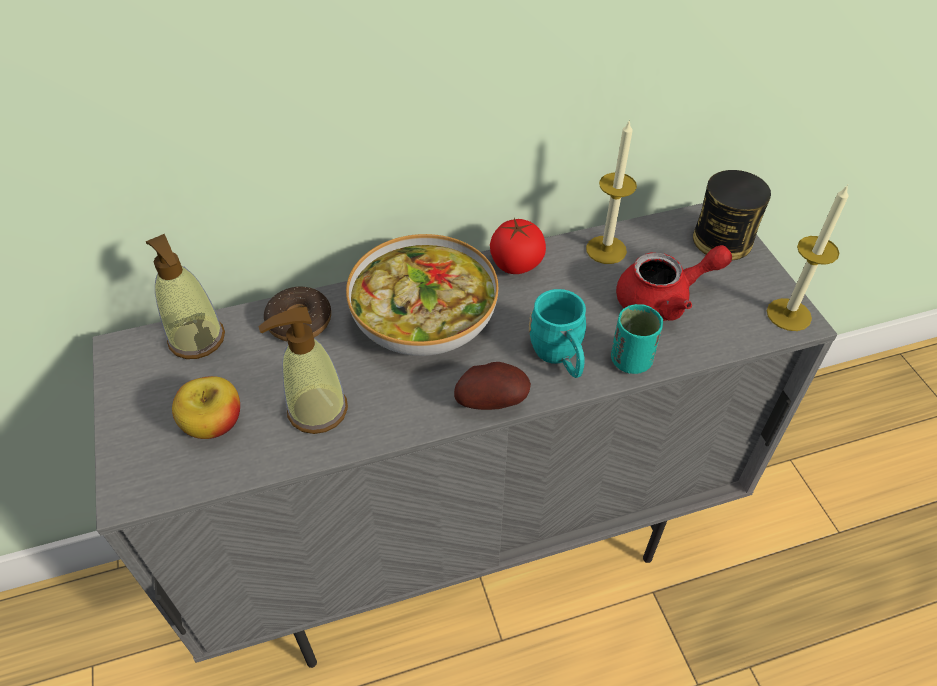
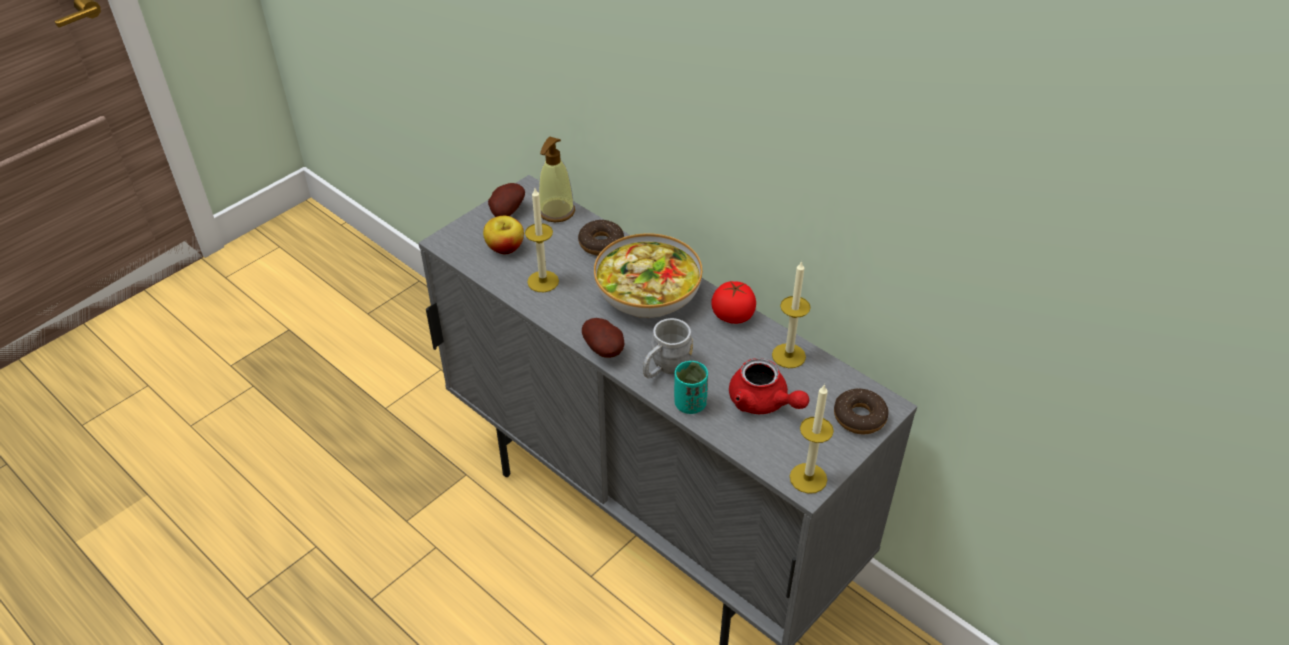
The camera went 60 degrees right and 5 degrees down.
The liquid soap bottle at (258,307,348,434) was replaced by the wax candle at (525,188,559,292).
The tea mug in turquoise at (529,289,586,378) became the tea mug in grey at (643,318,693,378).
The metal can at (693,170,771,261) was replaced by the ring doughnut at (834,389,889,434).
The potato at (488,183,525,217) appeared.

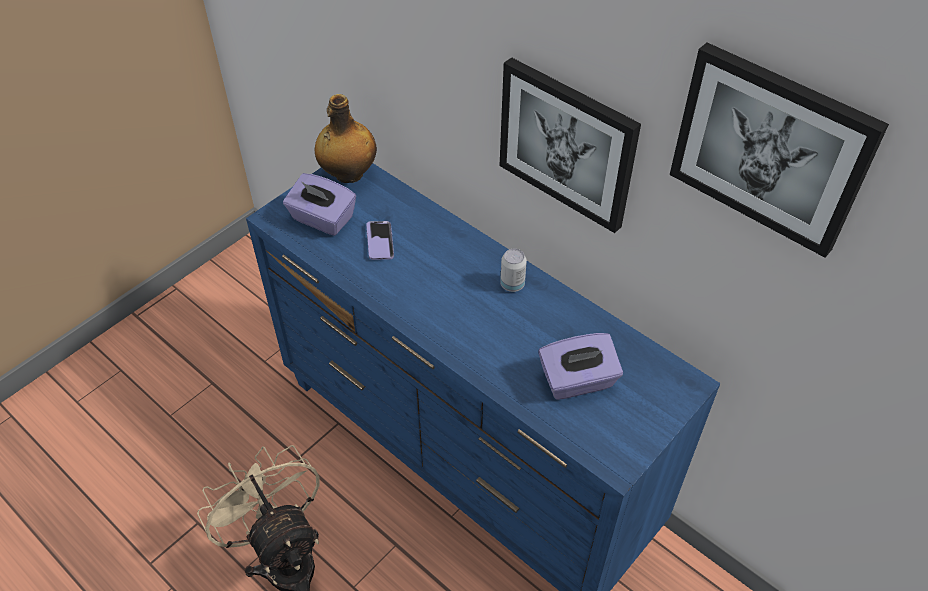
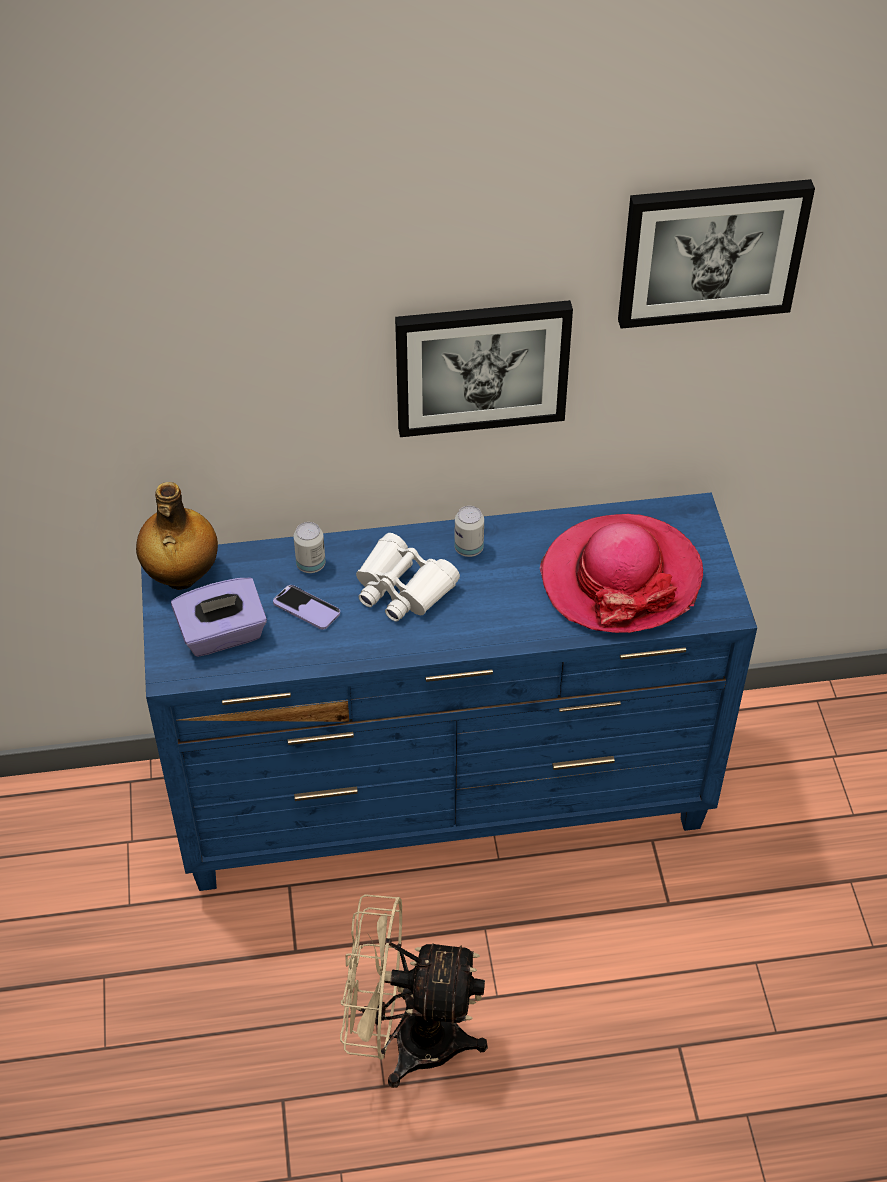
The camera went 50 degrees left and 0 degrees up.
The tissue holder in purplish at (538,333,623,400) was replaced by the hat at (540,514,703,633).
The metal can at (293,522,326,573) appeared.
The binoculars in white at (356,533,460,622) appeared.

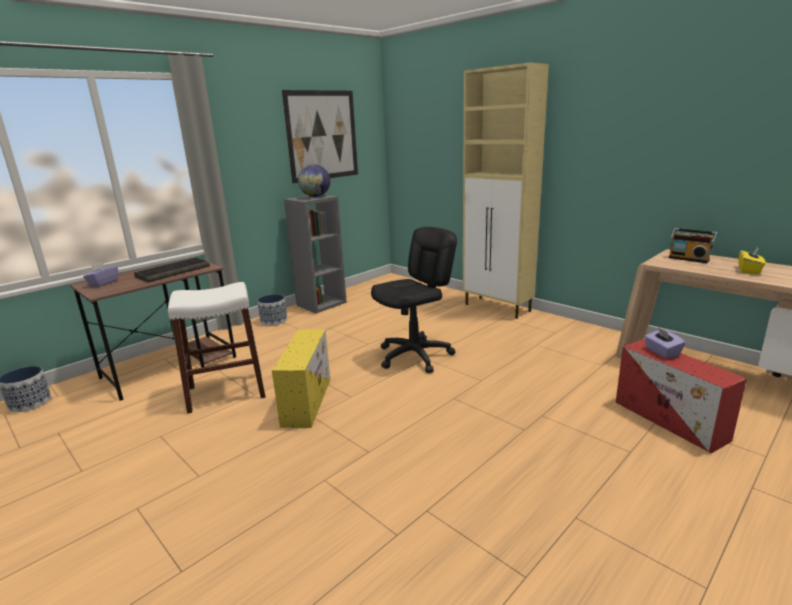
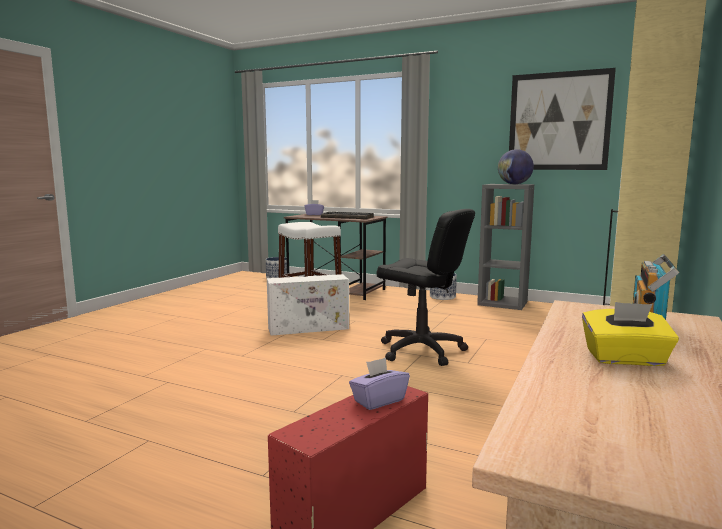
The camera went 70 degrees right and 10 degrees down.
The storage container in yellow-coloured at (272,329,330,428) became the storage container in white at (267,274,349,335).

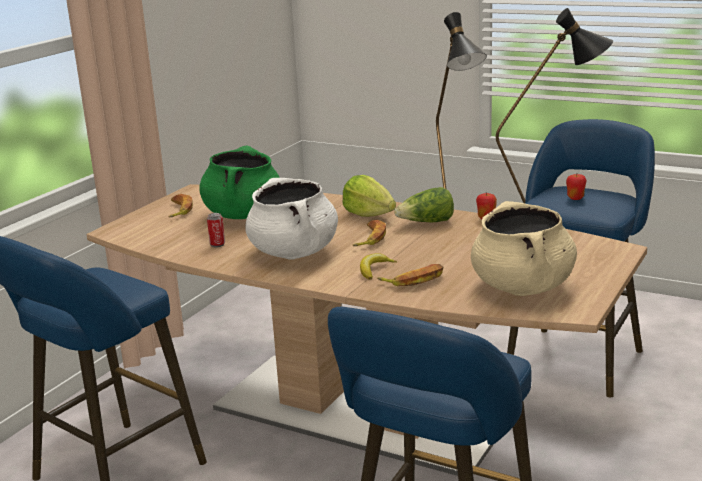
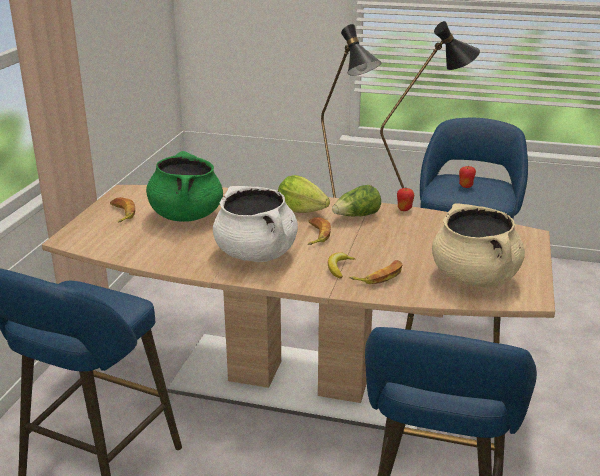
The camera went 15 degrees left and 5 degrees up.
The metal can at (207,213,225,247) disappeared.

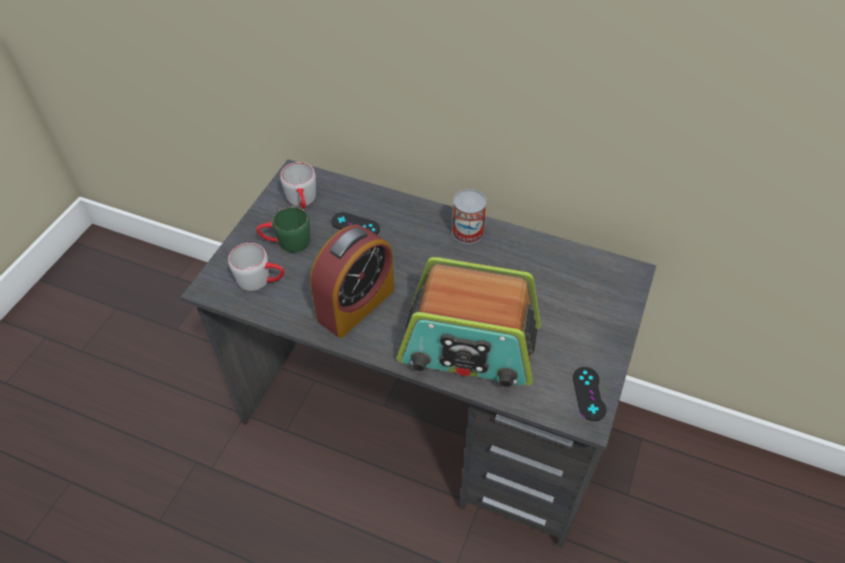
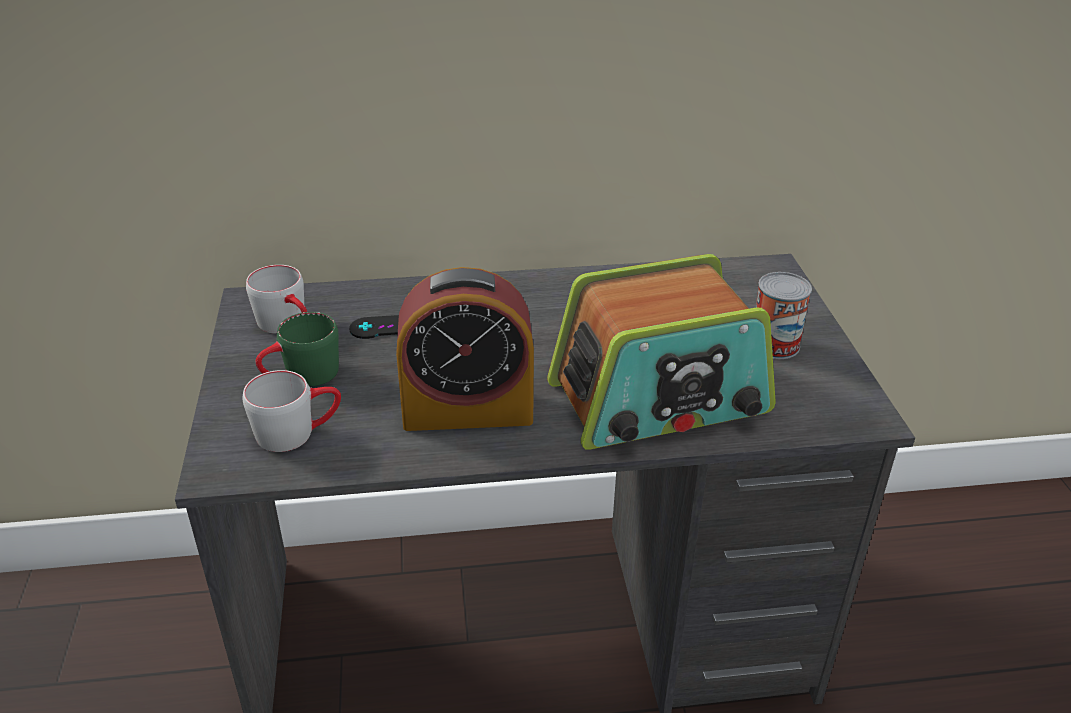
The camera went 30 degrees left and 15 degrees down.
The alarm clock at (310,225,394,338) turned 75 degrees clockwise.
The metal can moved from (452,189,487,244) to (755,272,812,359).
The game controller in blackish at (573,367,606,421) disappeared.

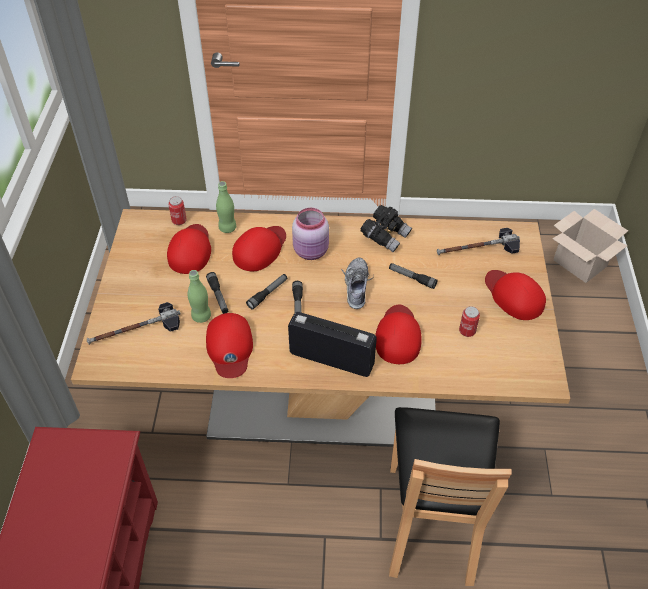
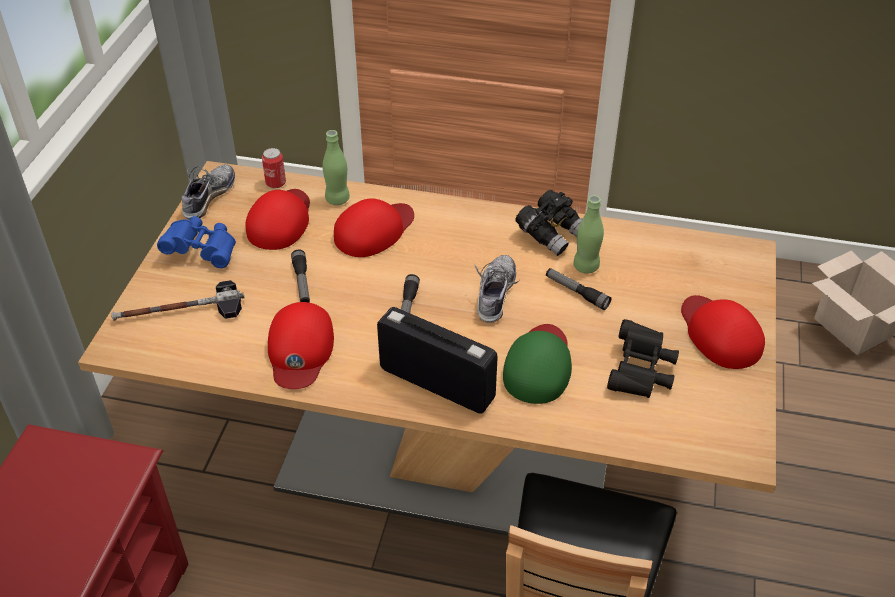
The camera went 10 degrees right and 5 degrees down.
The beverage bottle in green moved from (188,270,211,323) to (573,196,604,274).
The hand torch at (246,274,288,309) disappeared.
The preserve jar in pink at (292,208,329,260) disappeared.
The cap in red at (375,305,422,364) became the cap in green at (503,324,572,404).
The hand hammer at (437,228,520,255) disappeared.
The metal can at (459,306,480,337) was replaced by the binoculars in blackish at (607,319,679,398).
The binoculars in blue at (157,216,236,268) appeared.
The item of footwear at (182,164,235,220) appeared.

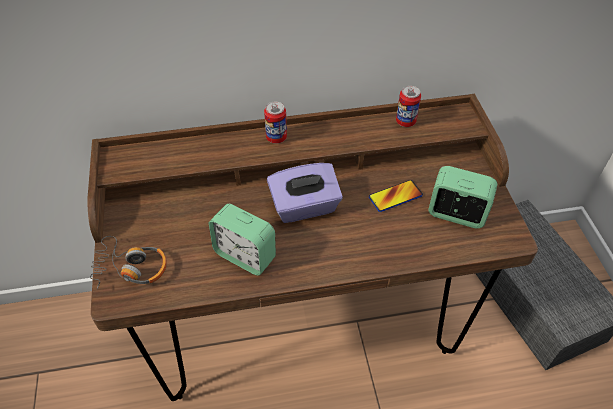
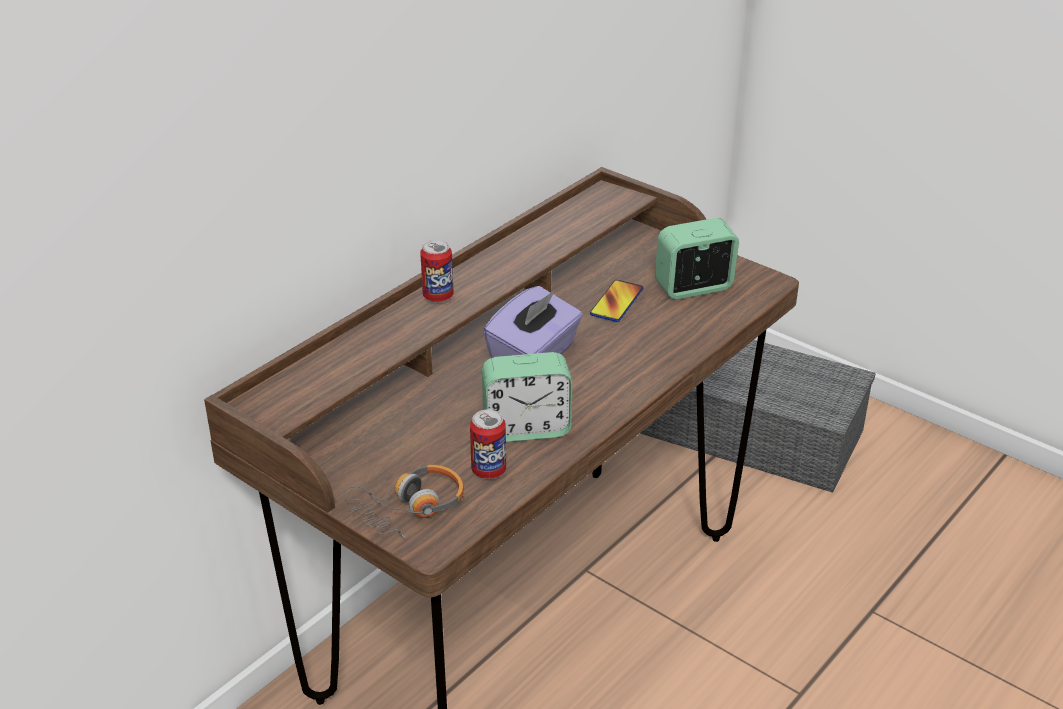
The camera went 40 degrees left and 15 degrees down.
The metal can moved from (396,86,421,127) to (470,409,506,479).

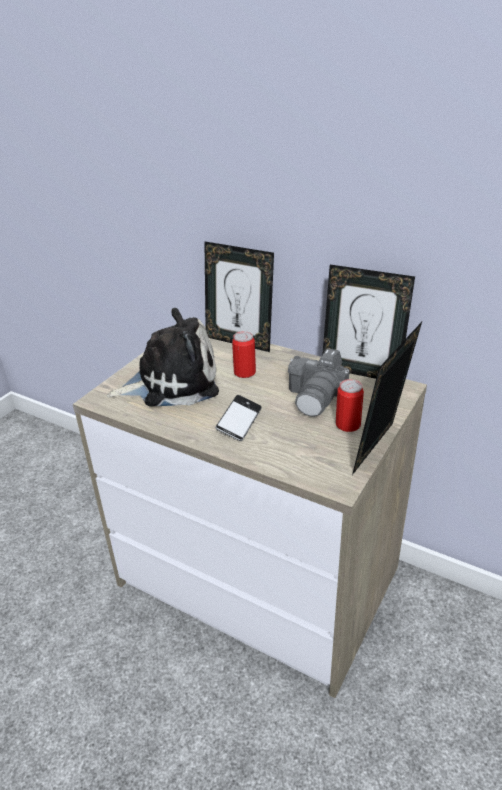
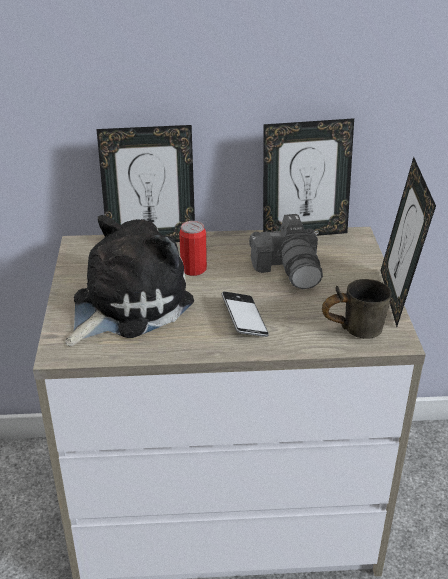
The camera went 35 degrees left and 0 degrees up.
The metal can at (336,379,364,432) disappeared.
The tea mug in grey at (322,279,392,339) appeared.

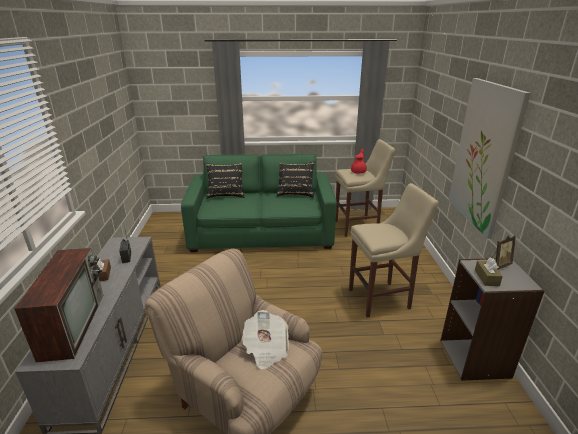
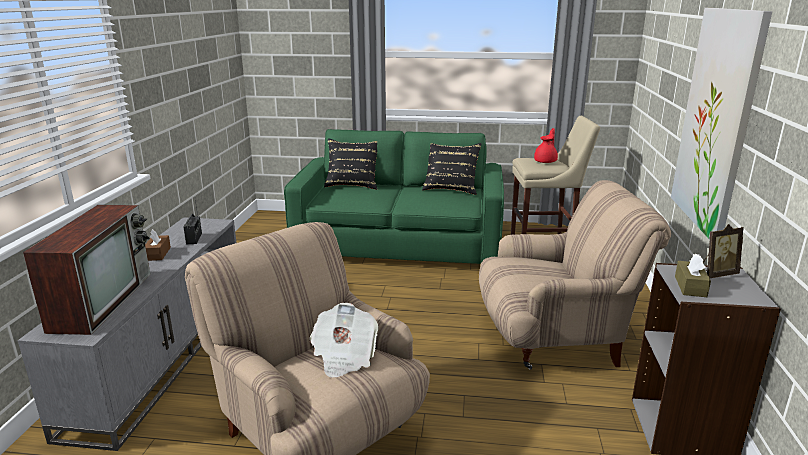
The camera went 10 degrees right and 5 degrees down.
The sitting stool in beige at (349,183,439,318) was replaced by the armchair in beige at (479,180,671,370).

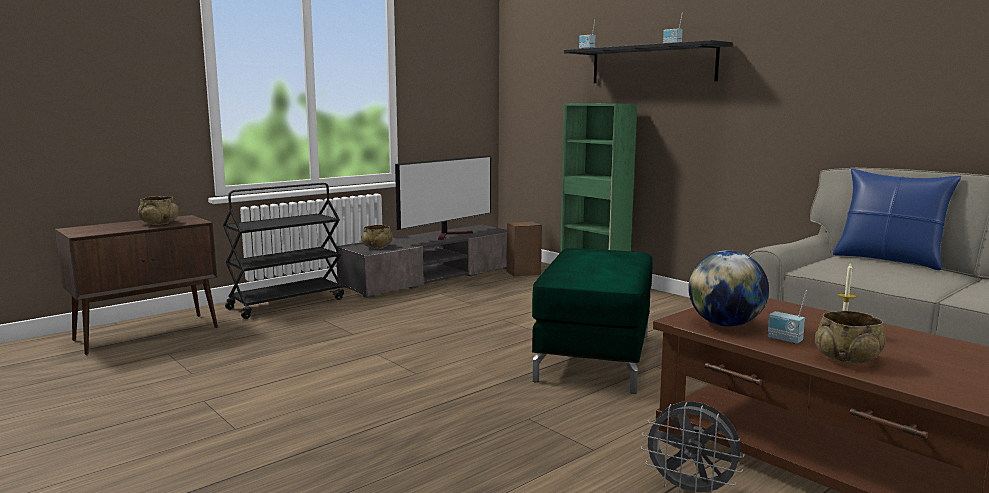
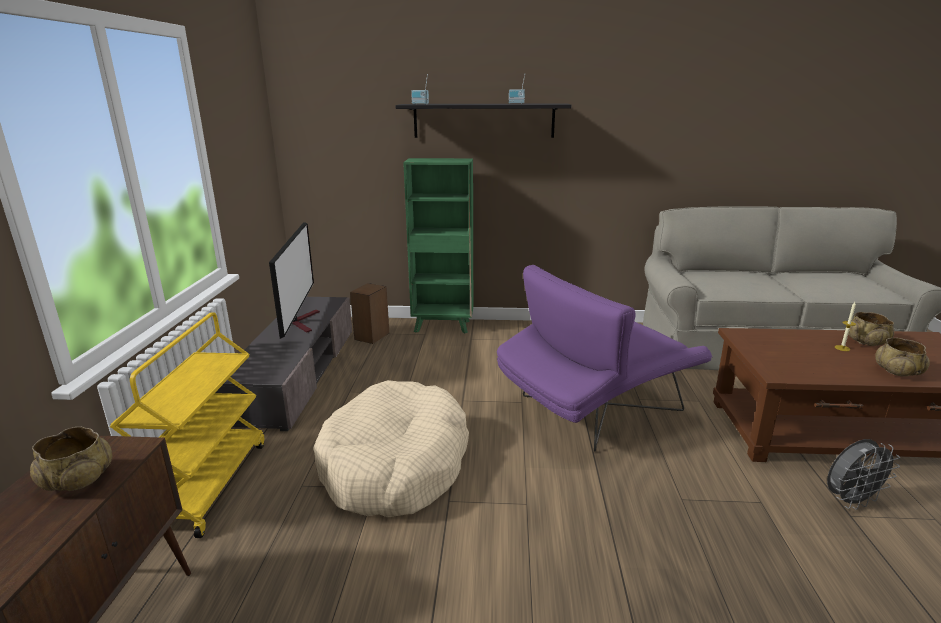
The camera went 45 degrees left and 10 degrees up.
The wheeled cart in blackish at (223,183,344,319) became the wheeled cart in yellow-coloured at (110,313,264,538).
The deep dish in beige moved from (361,225,393,249) to (848,312,894,346).
The ottoman in green at (532,248,653,394) was replaced by the armchair in purplish at (497,265,712,451).
The globe at (689,250,769,327) disappeared.
The radio set at (768,290,807,344) disappeared.
The cushion in blue at (833,169,961,270) disappeared.
The dog bed in beige at (313,380,469,517) appeared.

